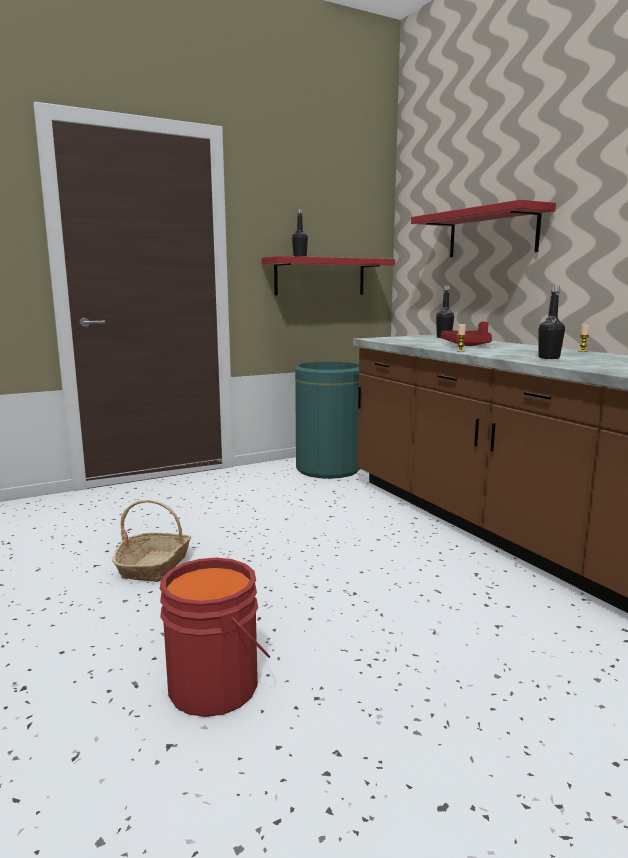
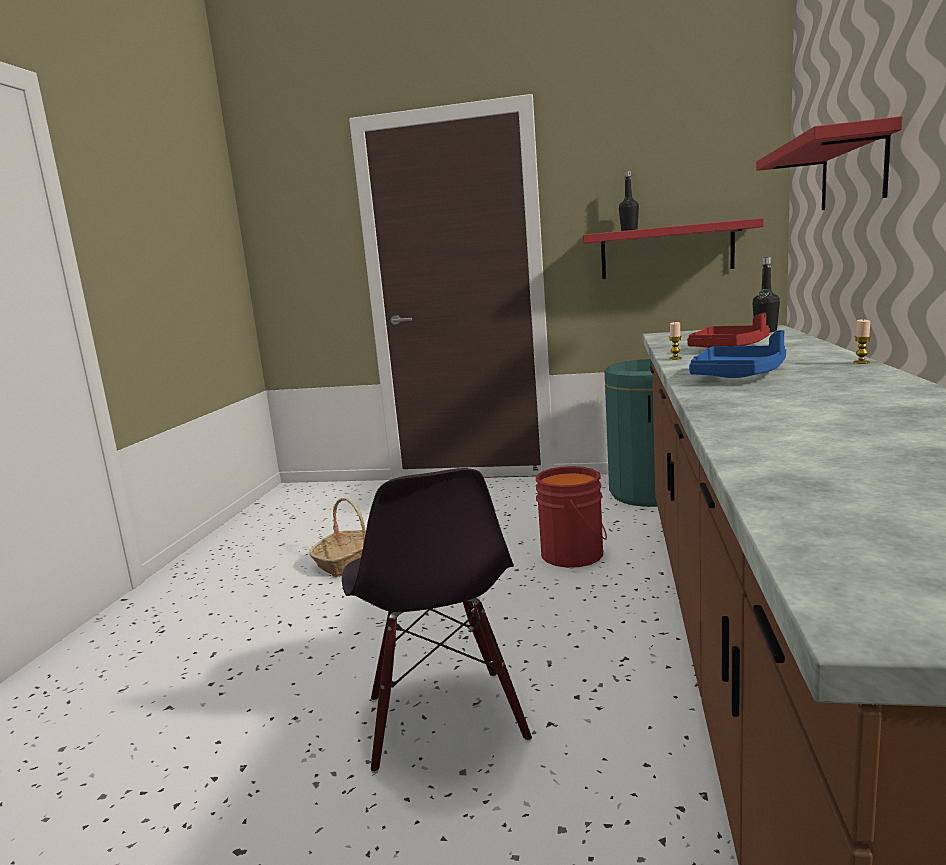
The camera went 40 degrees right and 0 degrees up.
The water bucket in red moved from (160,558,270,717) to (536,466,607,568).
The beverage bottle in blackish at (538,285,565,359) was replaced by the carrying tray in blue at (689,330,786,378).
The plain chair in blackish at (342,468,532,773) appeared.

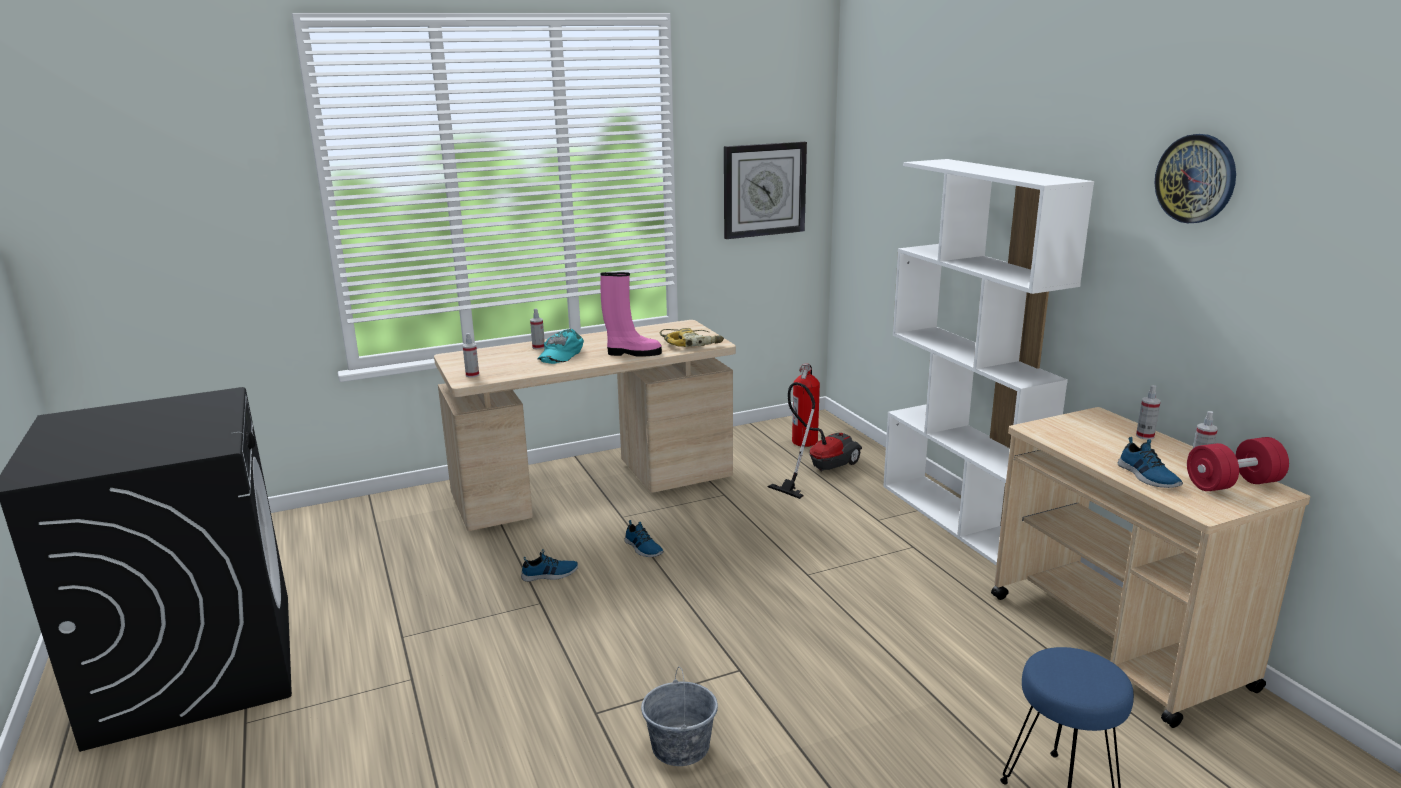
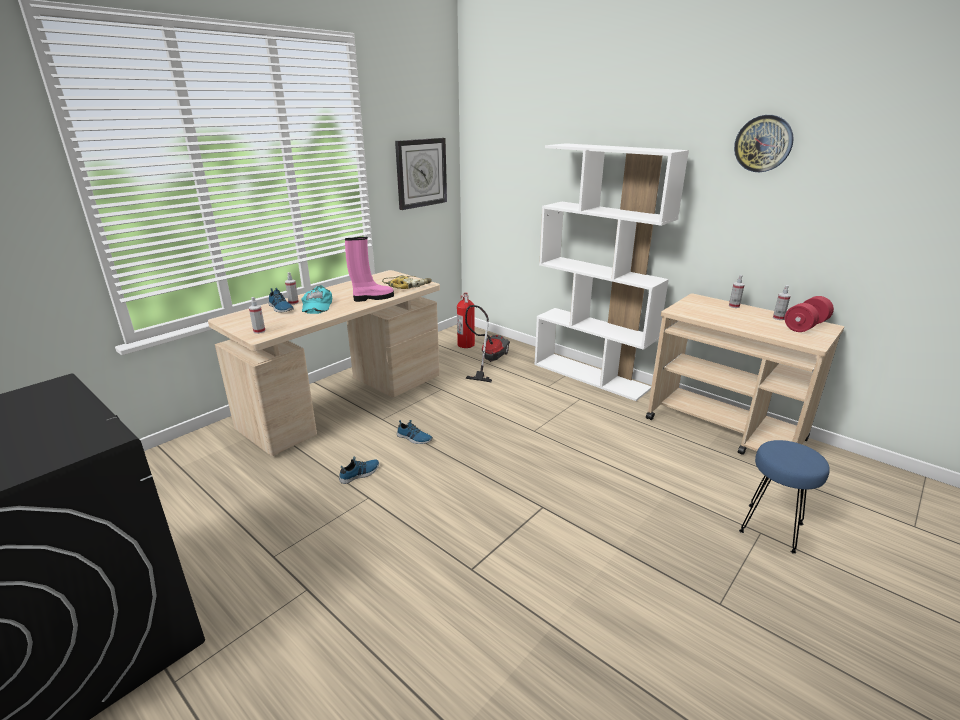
The camera went 25 degrees left and 5 degrees up.
The water bucket in grey at (641,667,718,766) disappeared.
The item of footwear moved from (1118,437,1183,488) to (269,288,294,312).

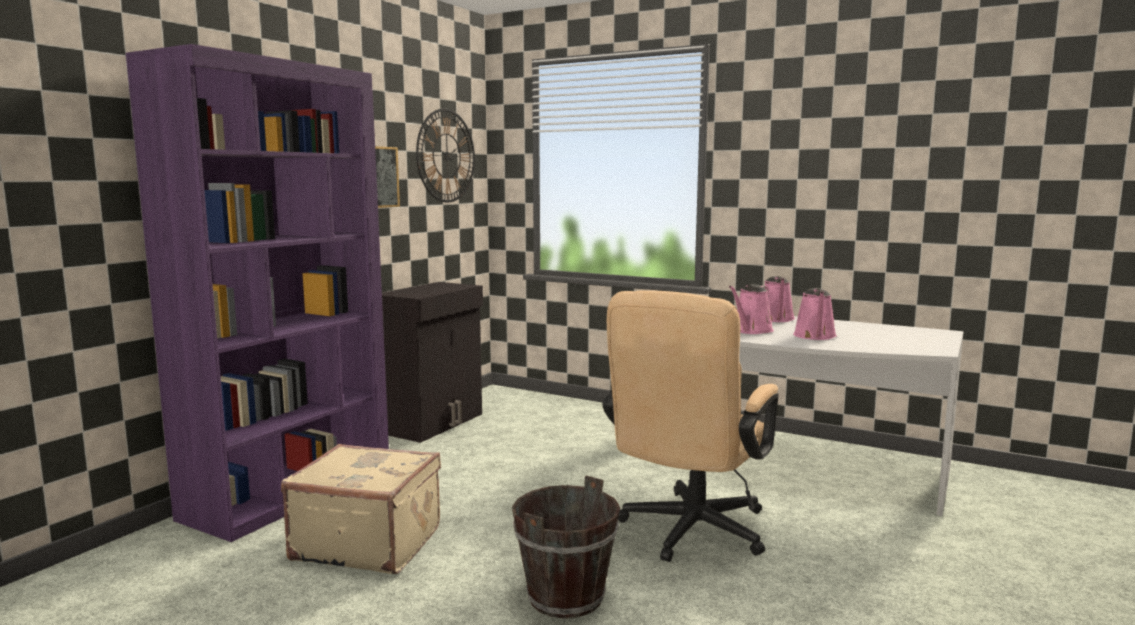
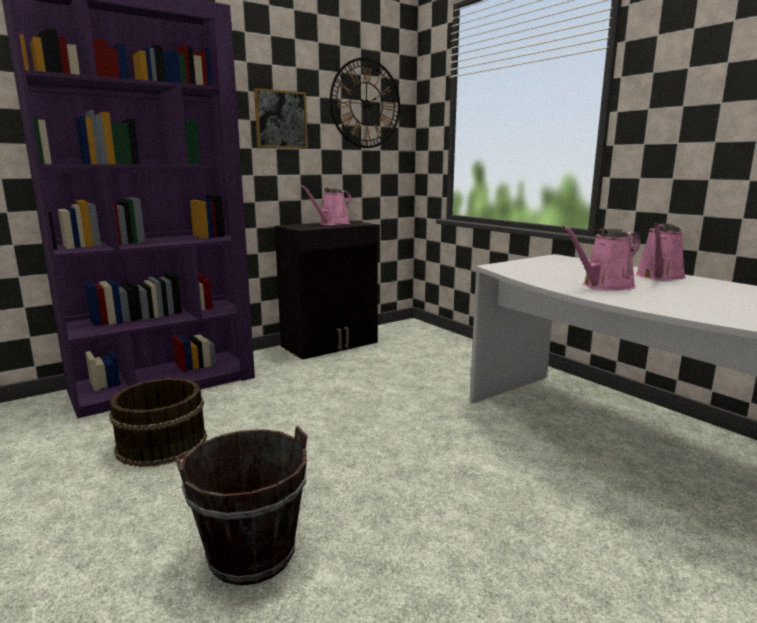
The camera went 25 degrees right and 5 degrees up.
The suitcase in beige at (281,444,441,574) was replaced by the water bucket in brownish at (109,378,207,467).
The computer chair in beige at (603,290,779,562) disappeared.
The watering pot in pink moved from (793,288,837,340) to (301,185,351,225).

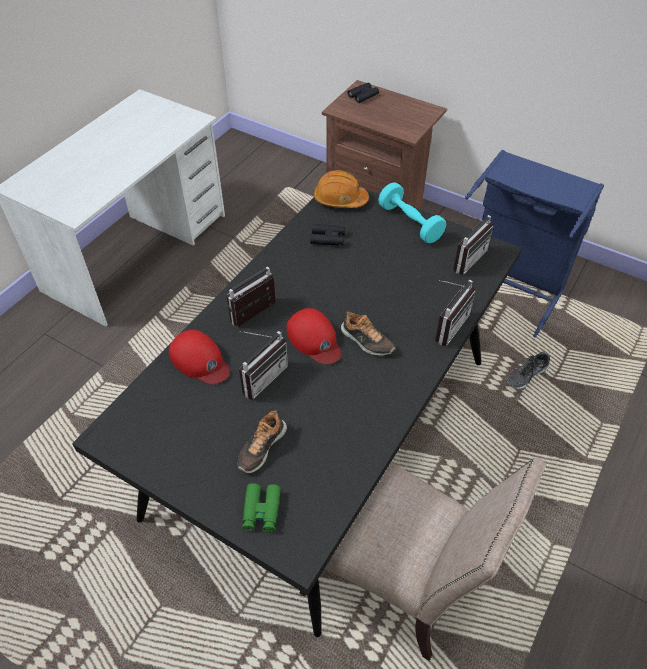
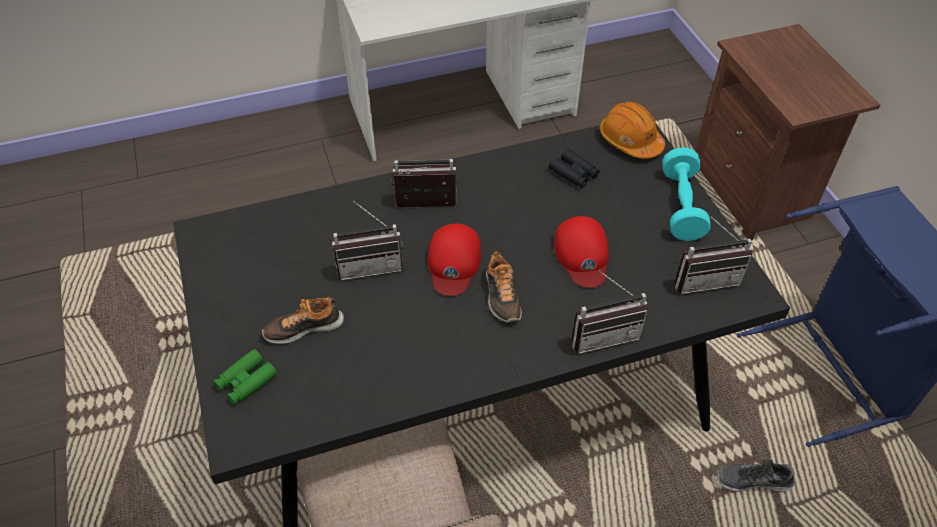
The camera went 40 degrees right and 0 degrees up.
The cap in red moved from (169,330,230,384) to (554,216,609,288).
The binoculars in blackish at (347,82,379,103) disappeared.

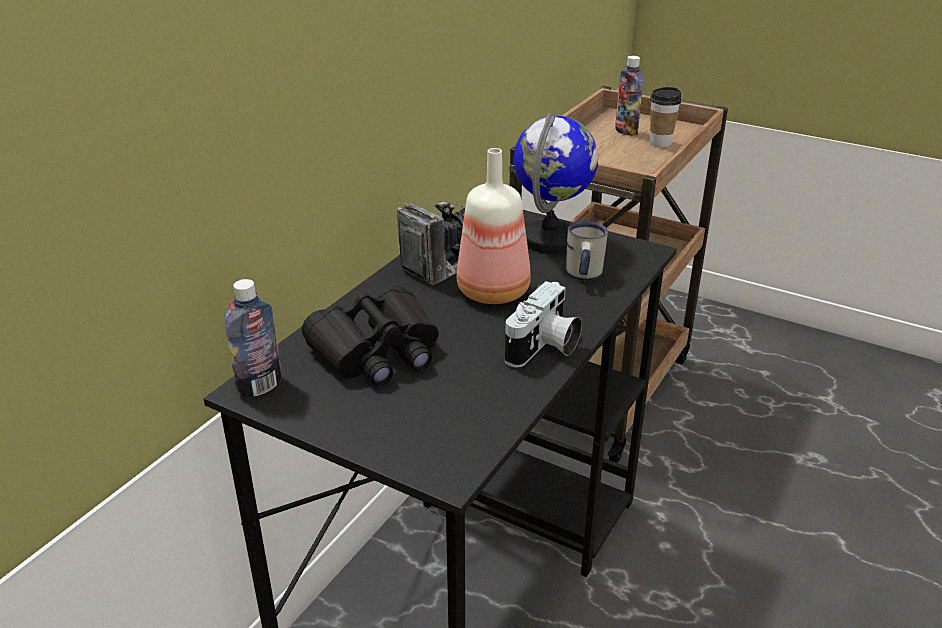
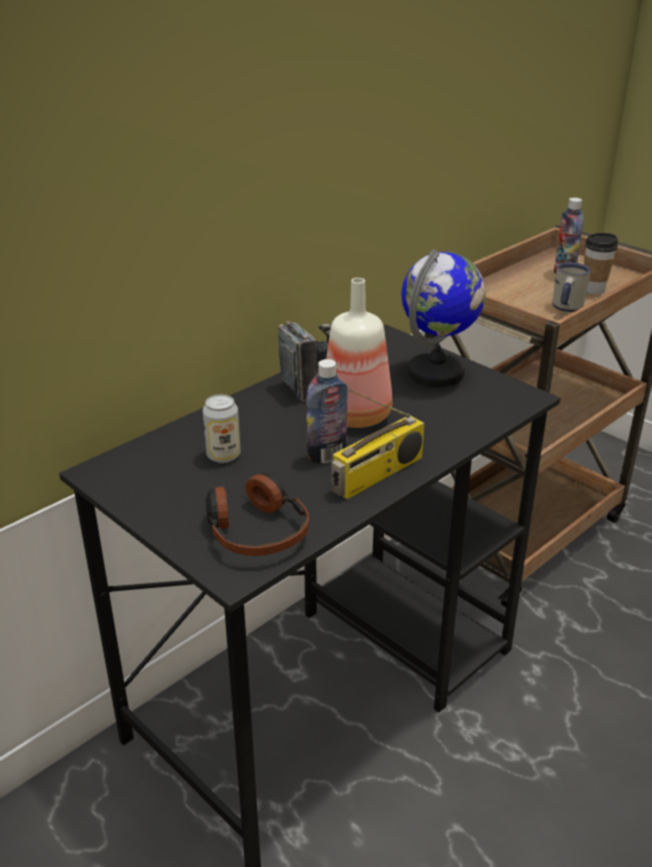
The camera went 15 degrees right and 0 degrees up.
The beverage bottle moved from (225,279,281,398) to (306,359,348,464).
The binoculars in blackish at (302,286,439,386) was replaced by the metal can at (203,394,240,463).
The photo camera at (505,281,582,367) was replaced by the radio set at (331,389,425,499).
The tea mug in white moved from (566,221,608,281) to (553,262,591,312).
The headset at (206,473,309,556) appeared.

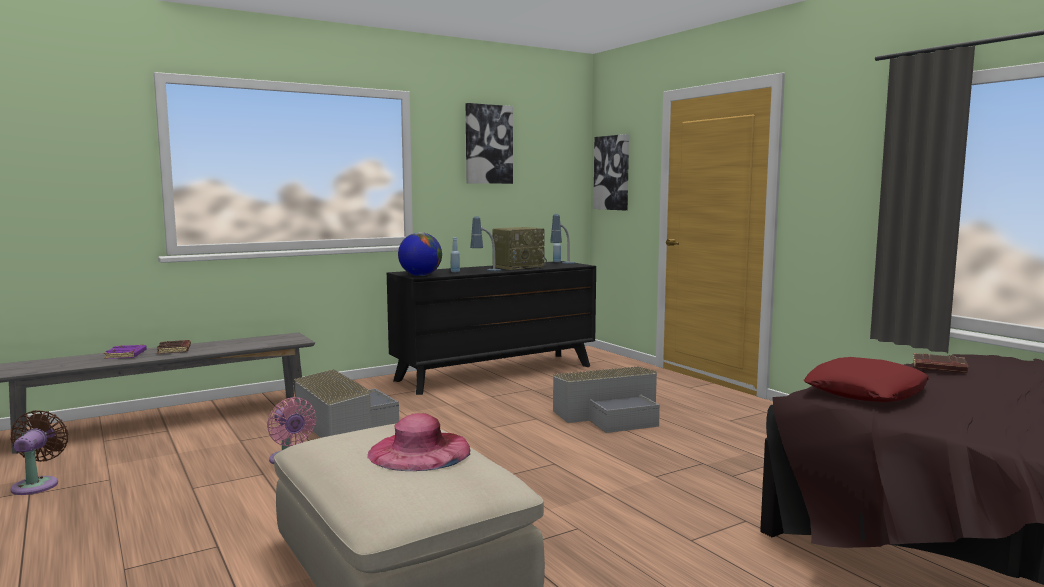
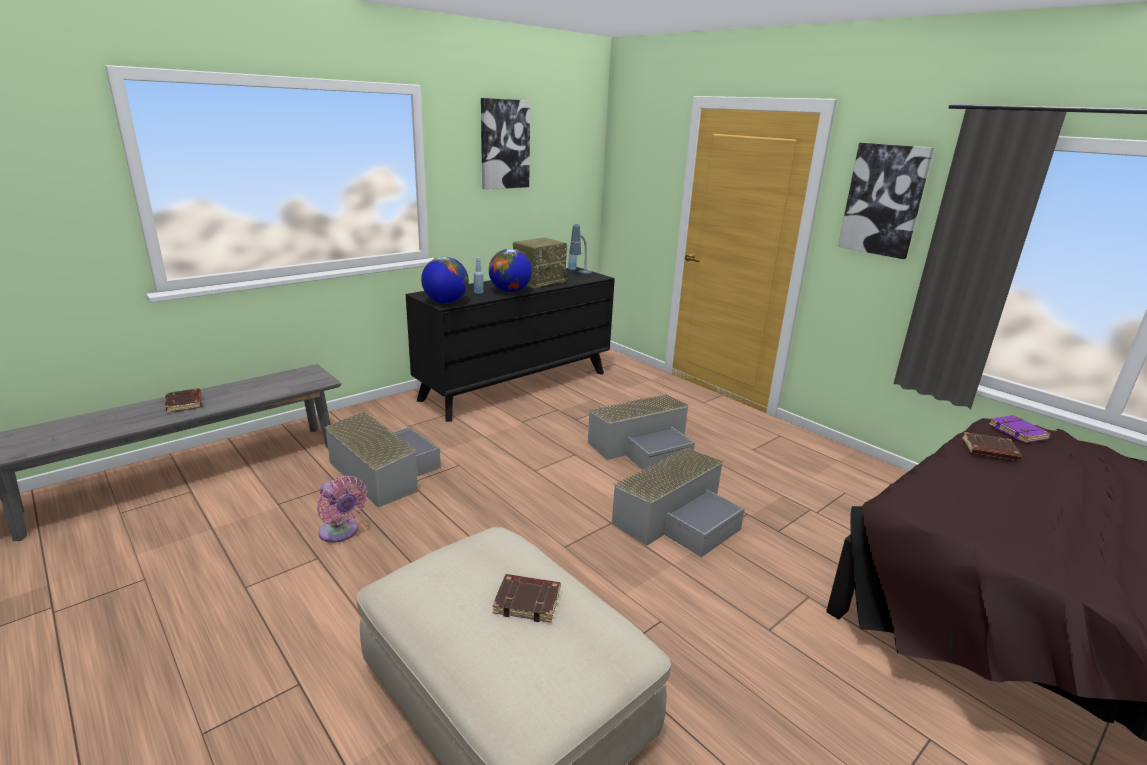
The camera went 10 degrees left and 15 degrees up.
The fan in brownish at (10,410,69,495) disappeared.
The volume in purplish moved from (104,345,147,359) to (989,415,1051,443).
The hat in pink at (368,413,470,471) was replaced by the volume in brownish at (492,574,561,623).
The table lamp at (470,216,501,271) was replaced by the globe at (489,249,532,293).
The wall art moved from (593,134,629,210) to (838,143,934,259).
The cushion in red at (804,357,929,402) disappeared.
The storage container in grey at (612,448,745,557) appeared.

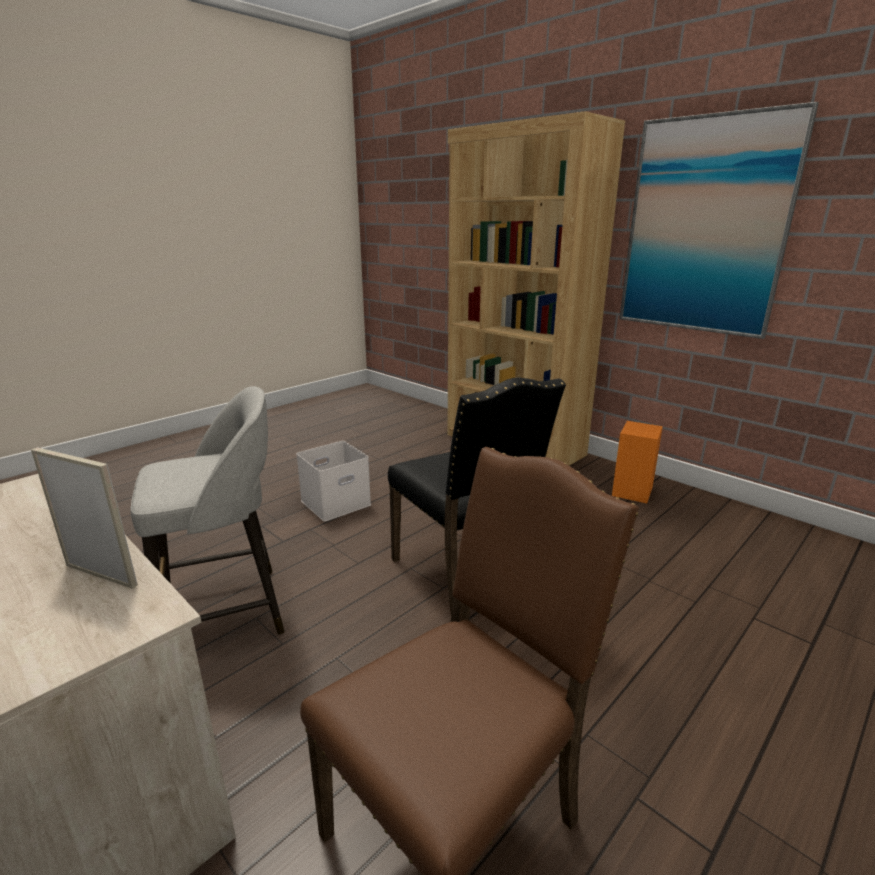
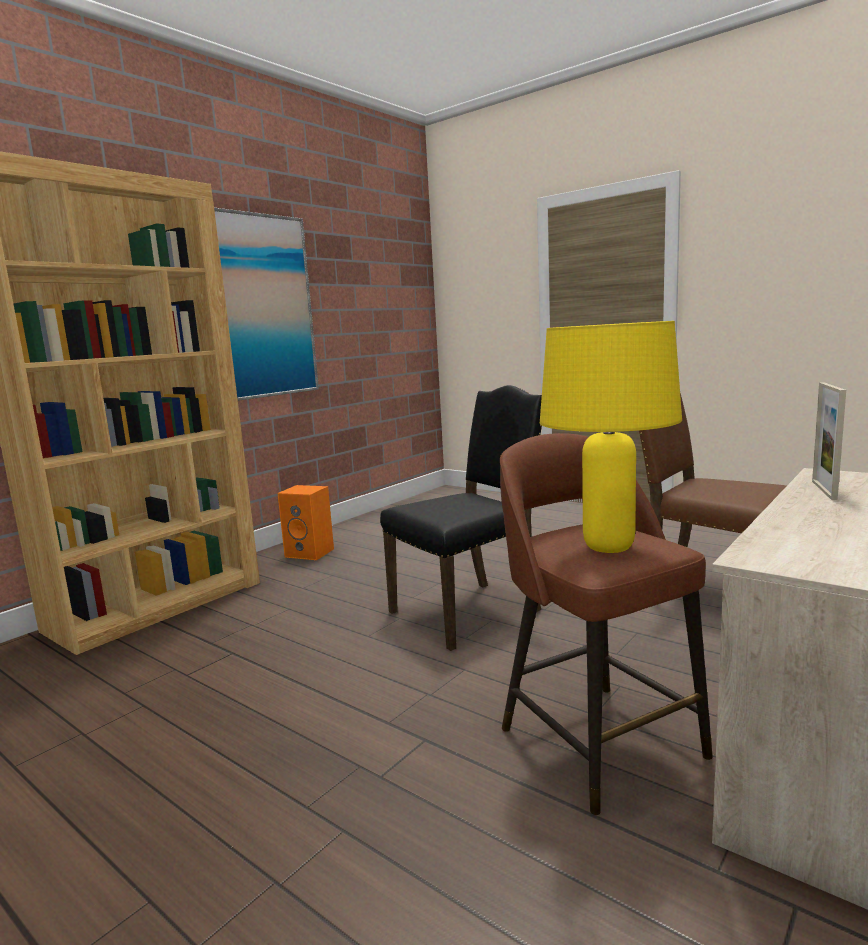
The camera went 95 degrees left and 10 degrees down.
The sitting stool in grey at (130,386,284,635) became the sitting stool in brownish at (500,433,713,815).
The storage container in white at (296,441,371,521) disappeared.
The table lamp in yellow-coloured at (540,321,682,553) appeared.

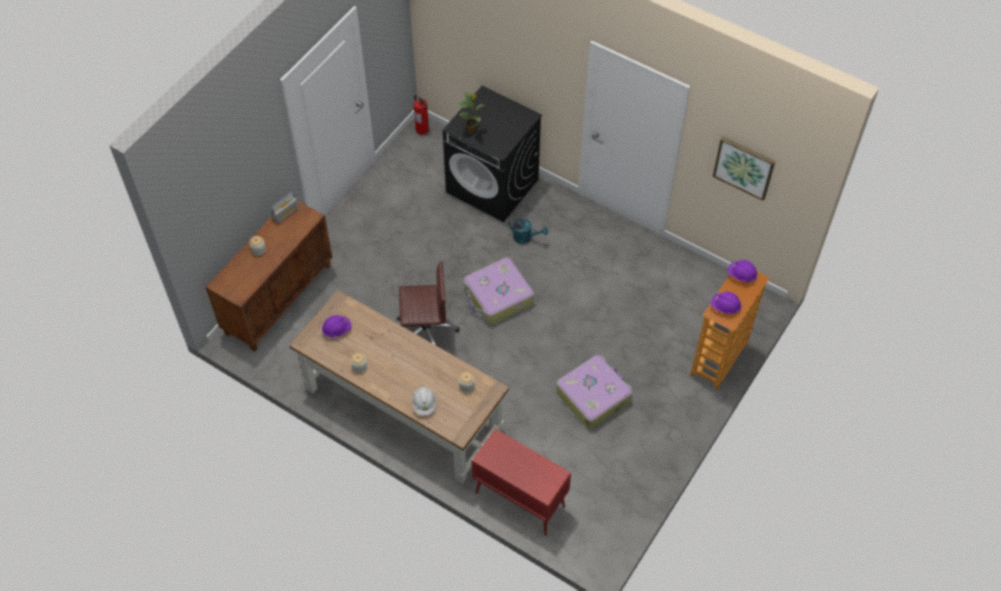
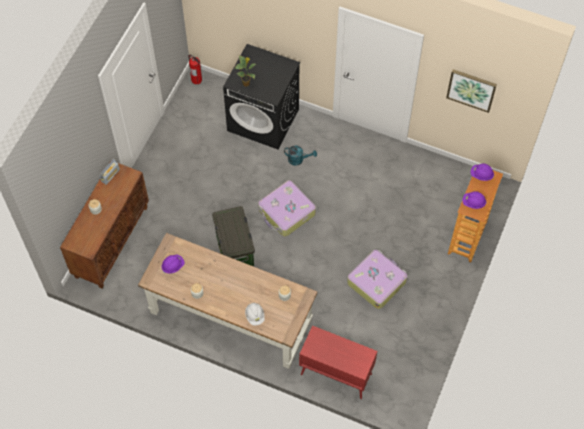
The camera went 10 degrees left and 5 degrees up.
The computer chair in brownish at (397,261,460,346) was replaced by the storage container at (212,206,255,266).

